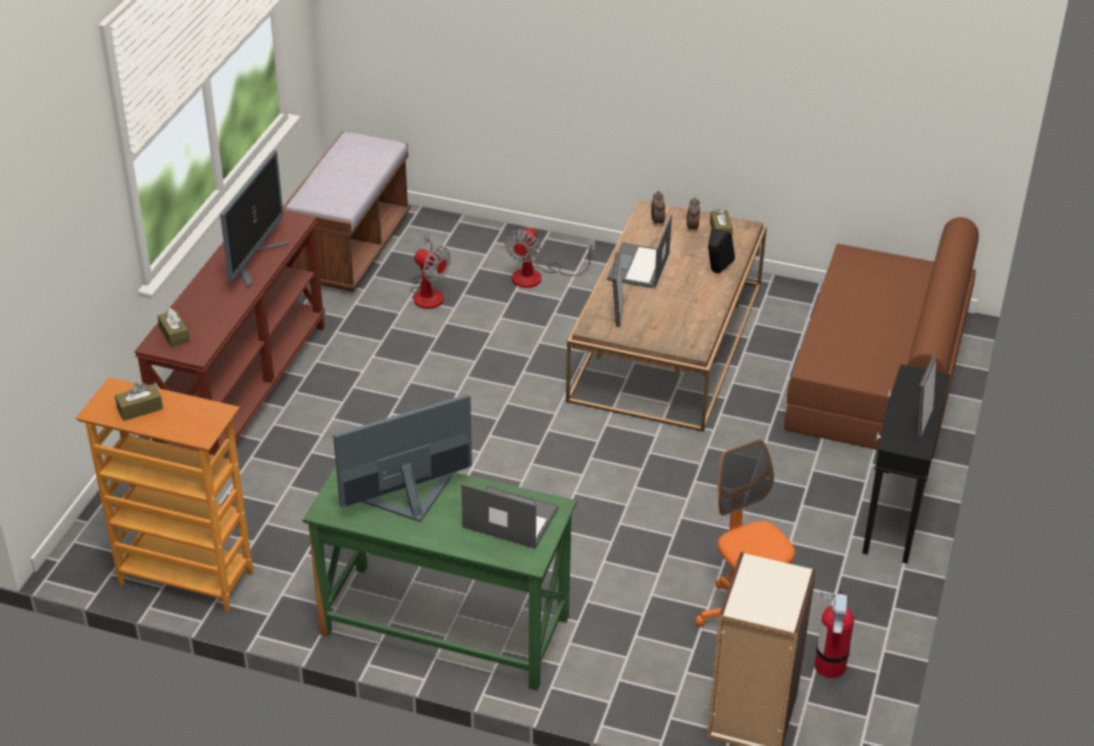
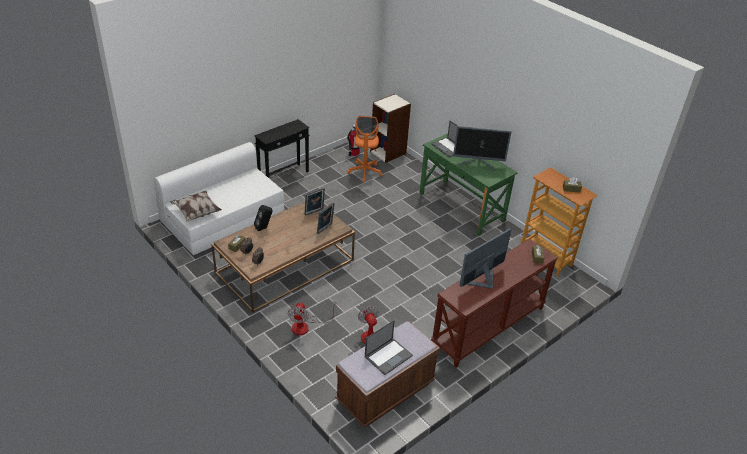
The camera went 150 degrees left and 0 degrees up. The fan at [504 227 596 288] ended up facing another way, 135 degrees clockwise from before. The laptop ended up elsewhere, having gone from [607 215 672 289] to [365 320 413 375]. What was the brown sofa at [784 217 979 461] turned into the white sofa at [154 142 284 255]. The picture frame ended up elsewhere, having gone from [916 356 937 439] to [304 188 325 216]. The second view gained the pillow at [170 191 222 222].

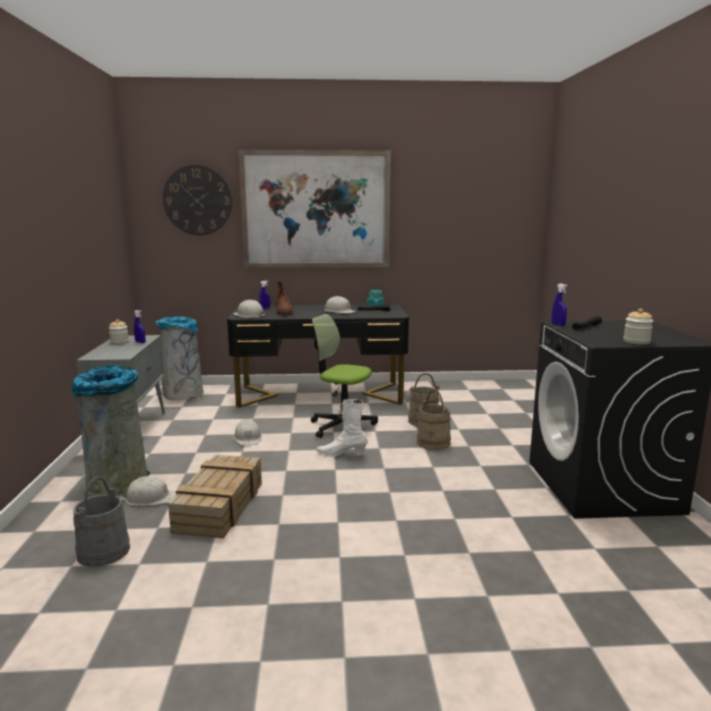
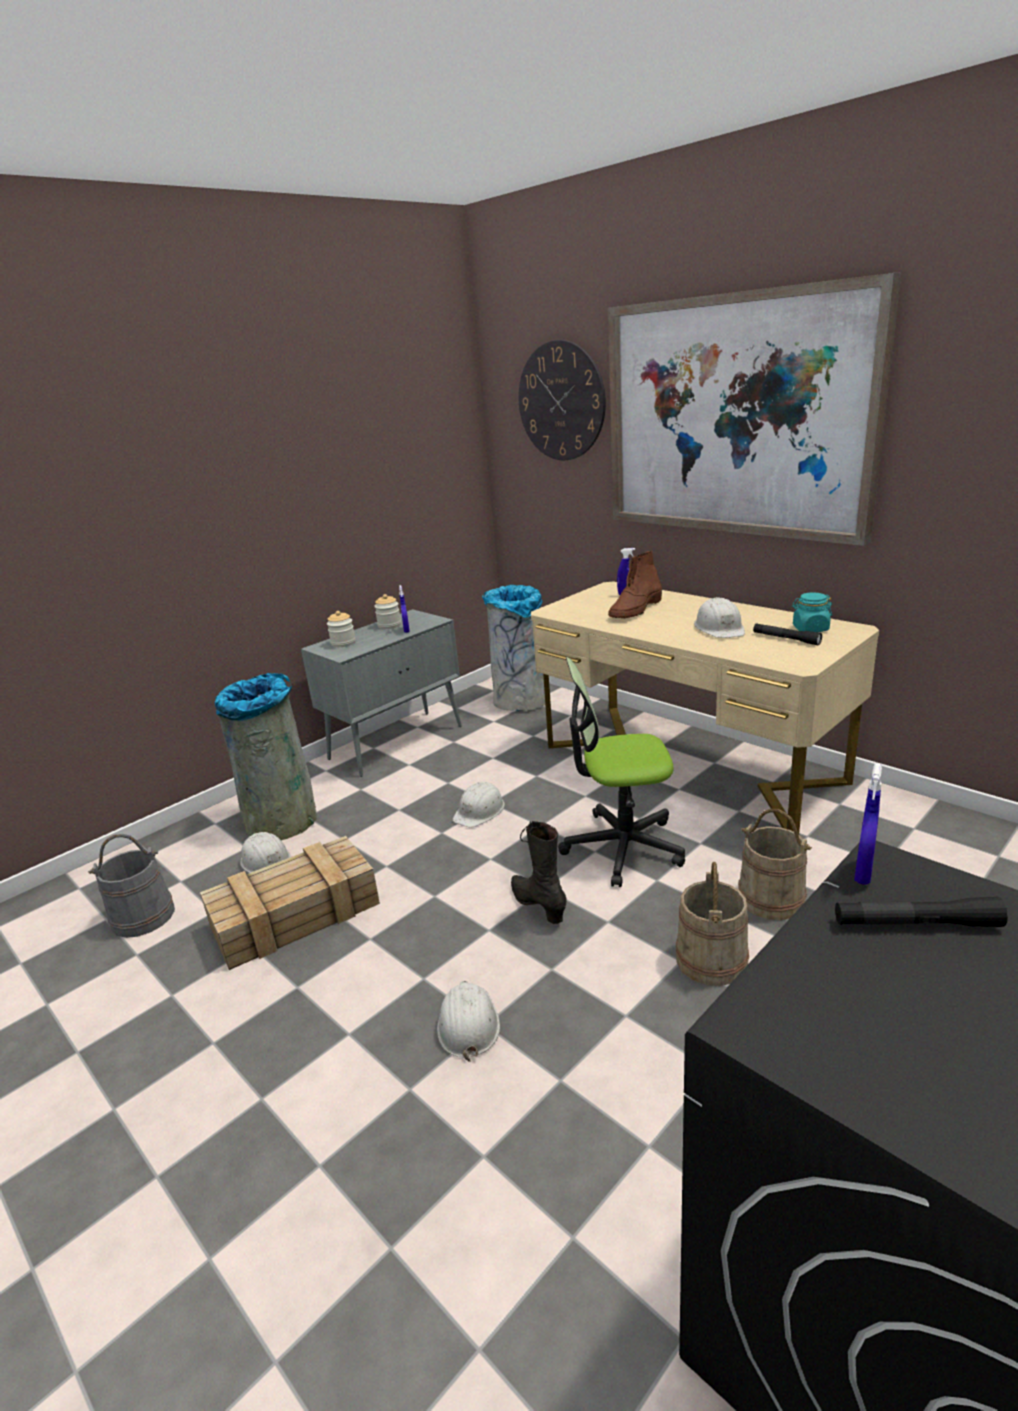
The camera went 50 degrees right and 10 degrees up. What was the black desk at [227 304 409 408] turned into the beige desk at [531 582 879 834]. The white hard hat ended up elsewhere, having gone from [233 300 265 318] to [437 981 500 1062]. The office chair at [311 314 378 438] ended up facing another way, 75 degrees counterclockwise from before. What was the white boot at [316 399 368 457] turned into the black boot at [511 821 567 924]. The jar ended up elsewhere, having gone from [623 309 653 345] to [327 611 356 647].

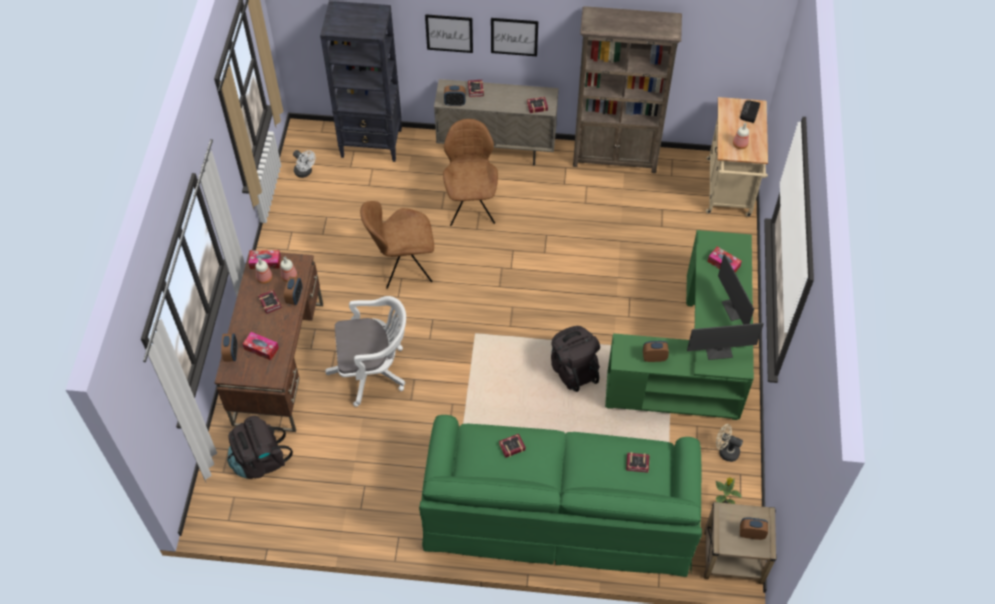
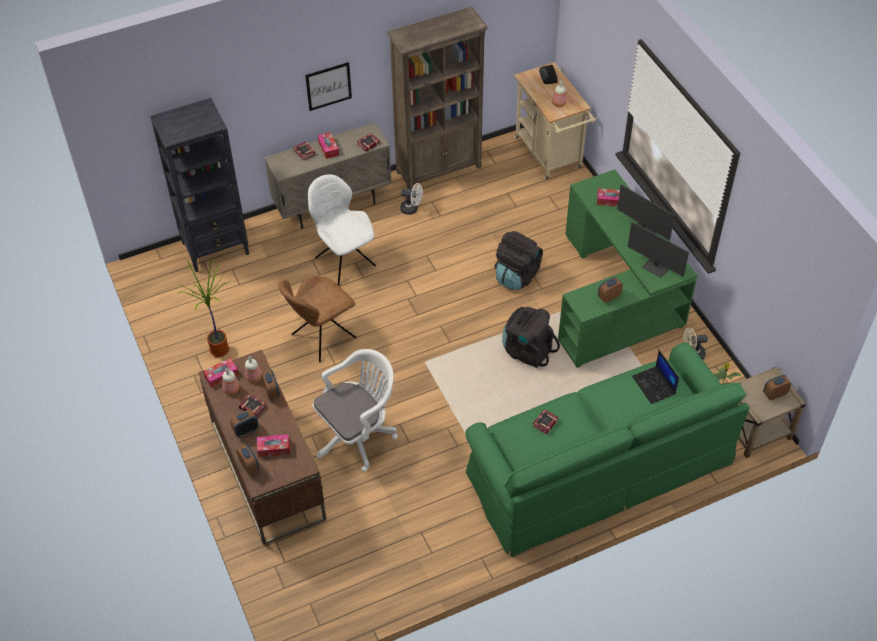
The camera went 30 degrees left and 5 degrees down. The black backpack ended up elsewhere, having gone from [227 416 293 479] to [495 231 543 290]. The white fan ended up elsewhere, having gone from [293 150 316 178] to [400 183 423 215]. The second view lost the picture at [425 14 473 53]. What was the brown chair at [443 119 498 226] turned into the white chair at [308 174 376 285]. The alarm clock ended up elsewhere, having gone from [444 85 466 106] to [230 409 259 437]. Where the book stood at [626 452 649 473], the laptop came to stand at [632 351 679 404]. The monitor at [687 323 764 360] ended up facing another way, 75 degrees clockwise from before. The second view gained the potted plant at [178 258 230 357]. The second view gained the tissue box at [317 132 339 159].

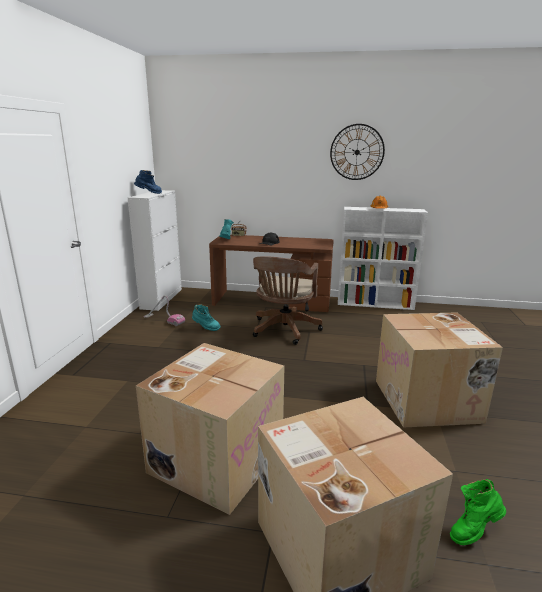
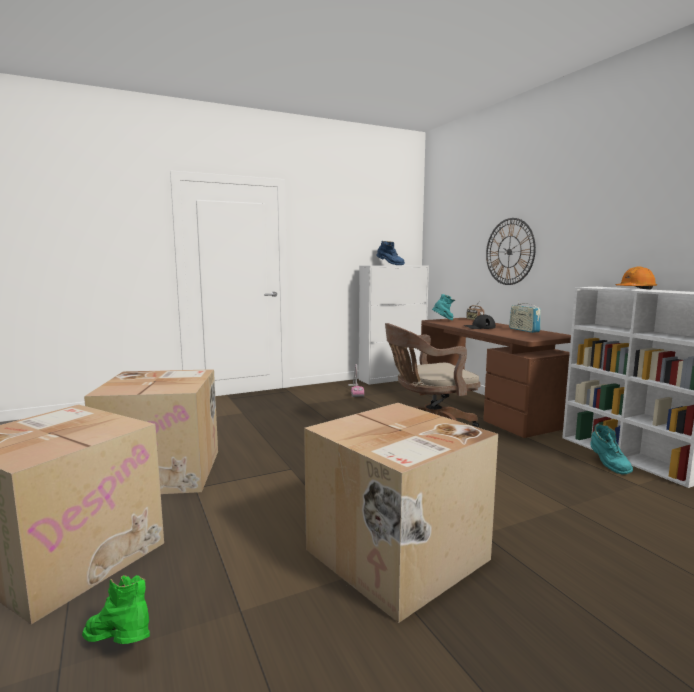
The camera went 55 degrees right and 10 degrees down. The turquoise boot ended up elsewhere, having gone from [192 304 221 331] to [590 424 633 475]. The wall clock ended up elsewhere, having gone from [330 124 385 180] to [486 218 536 285]. The second view gained the radio at [509 300 541 333].

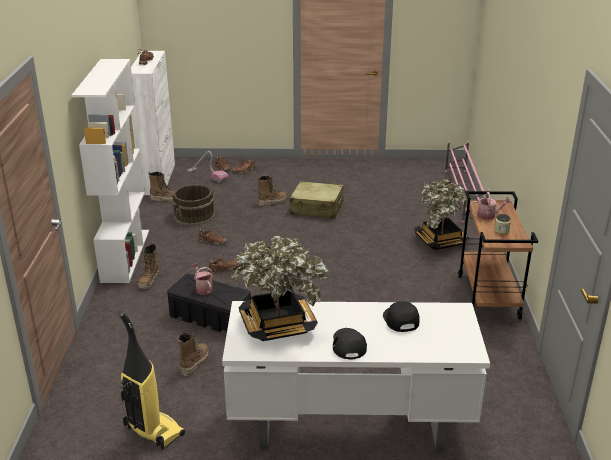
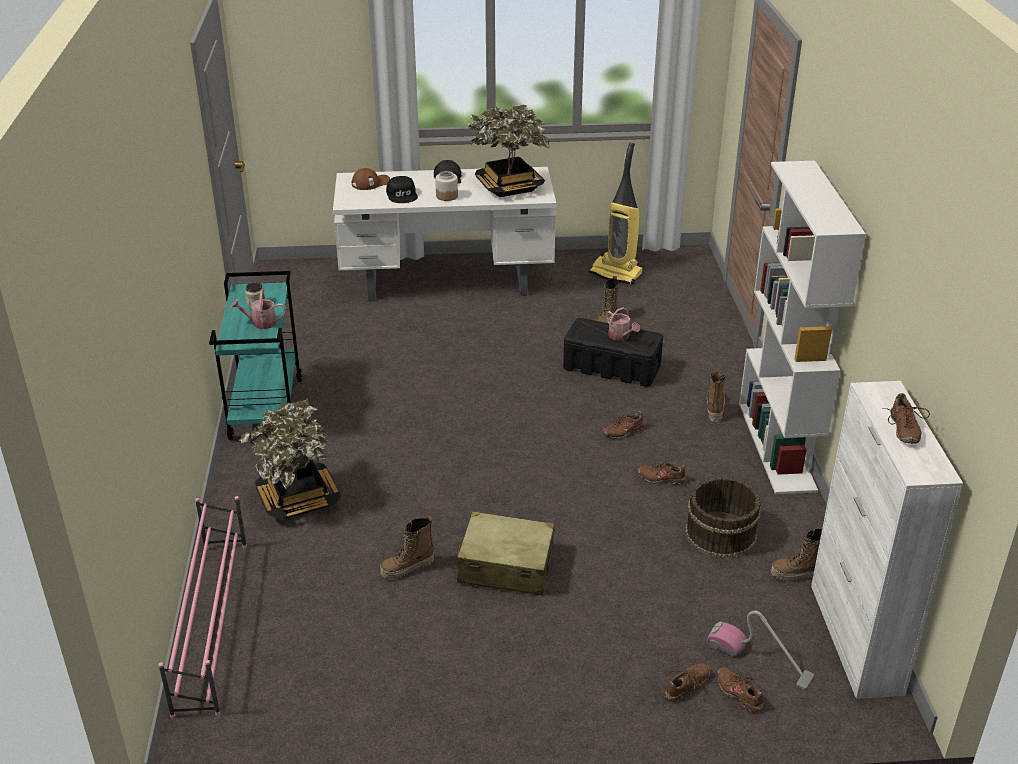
The camera went 175 degrees right and 5 degrees up. The boot ended up elsewhere, having gone from [258 176 287 206] to [380 516 434 579]. What was the brown cart at [458 191 538 319] turned into the turquoise cart at [209 271 302 440]. The second view gained the brown cap at [352 168 390 190]. The second view gained the jar at [435 171 458 201].

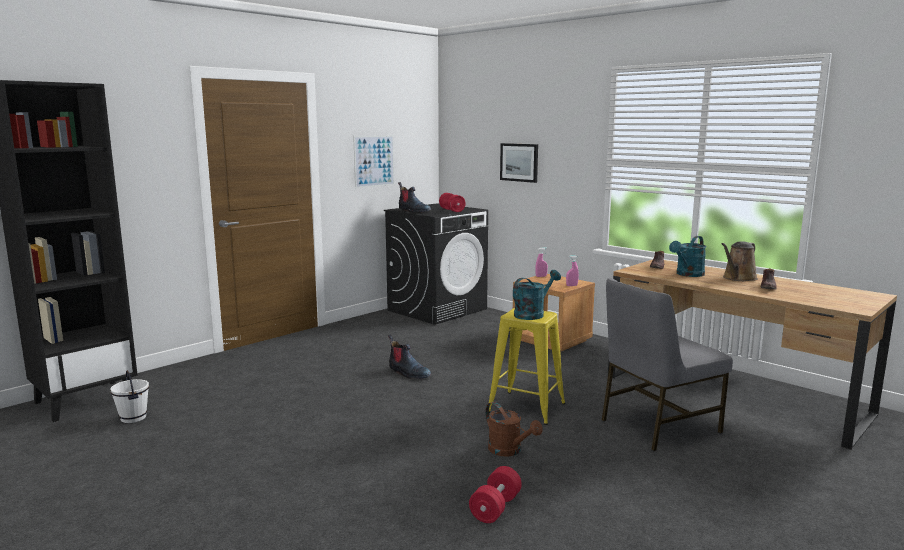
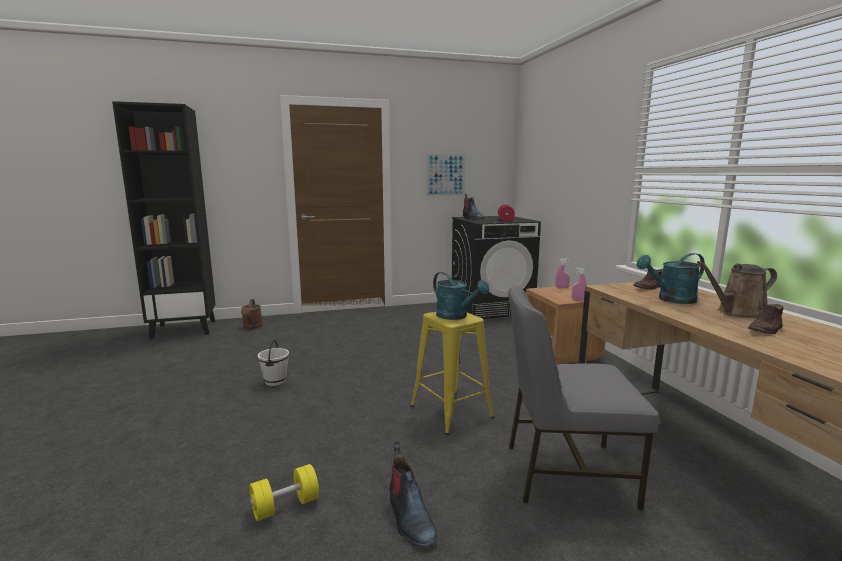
The camera went 30 degrees right and 0 degrees up. The white bucket ended up elsewhere, having gone from [110 370 149 423] to [258 340 289 386]. The boot ended up elsewhere, having gone from [388 334 432 379] to [389 442 438 547]. What was the red dumbbell at [469 466 522 523] turned into the yellow dumbbell at [249 464 319 521]. The brown watering can ended up elsewhere, having gone from [485 402 543 457] to [241 299 263 329]. The second view lost the picture at [500 143 538 183]. The turquoise watering can at [513 270 561 320] ended up facing another way, 60 degrees clockwise from before.

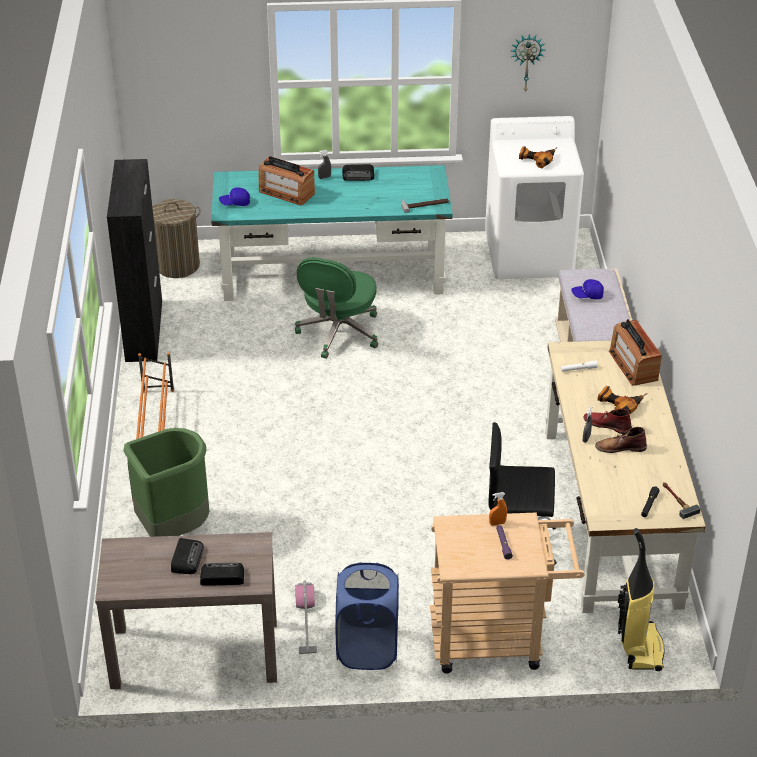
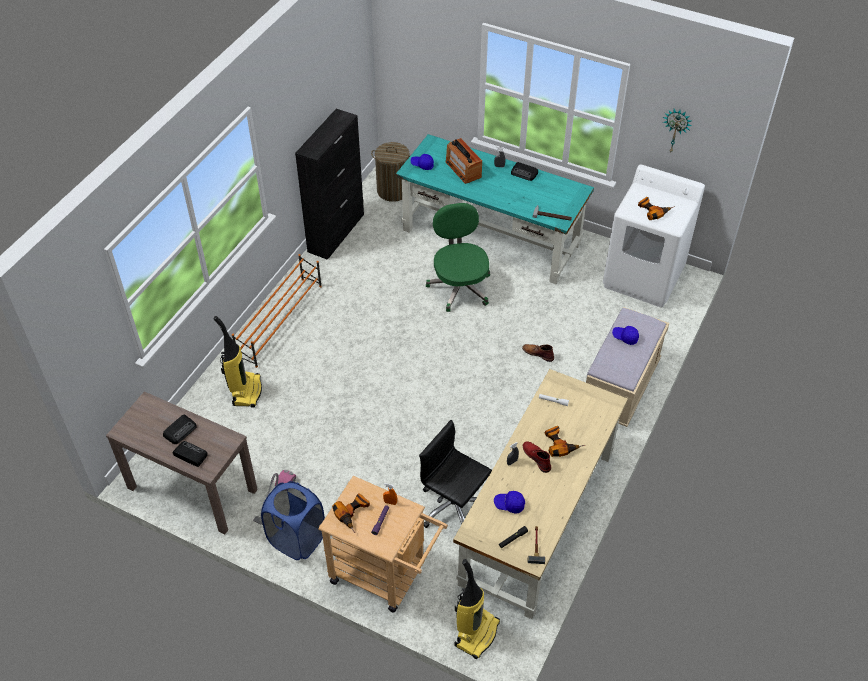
The camera went 30 degrees right and 10 degrees up. Where the green trash can stood at [124 428 209 537], the vacuum cleaner came to stand at [214 316 262 408]. The green office chair at [295 257 378 359] ended up facing another way, 120 degrees clockwise from before. The brown boot ended up elsewhere, having gone from [595 427 647 453] to [522 344 554 362]. The second view lost the radio at [609 319 662 386]. The second view gained the power drill at [332 493 370 533]. The second view gained the blue cap at [494 491 525 513].

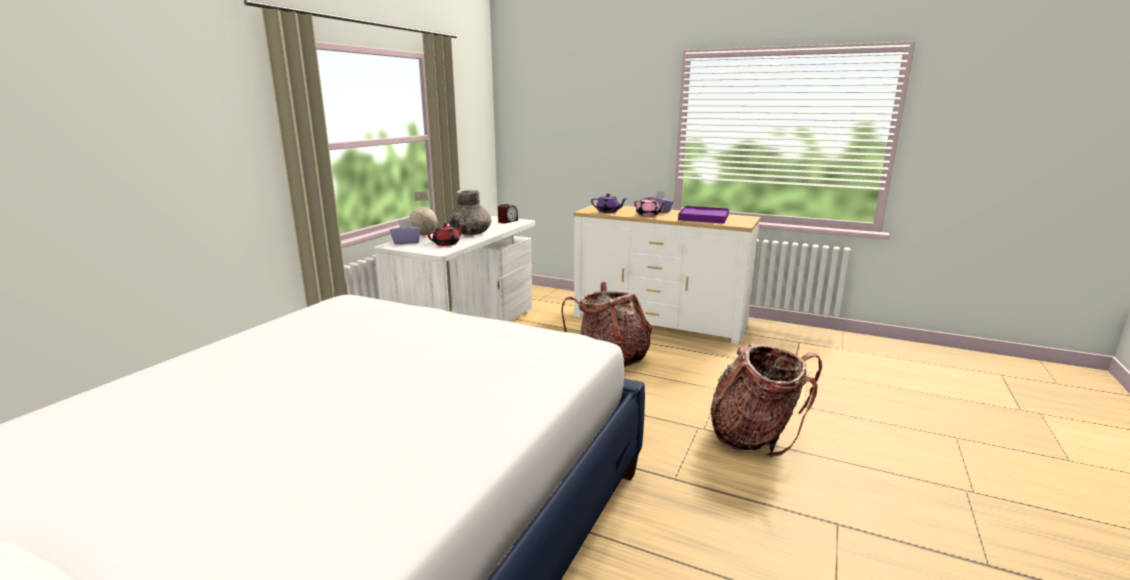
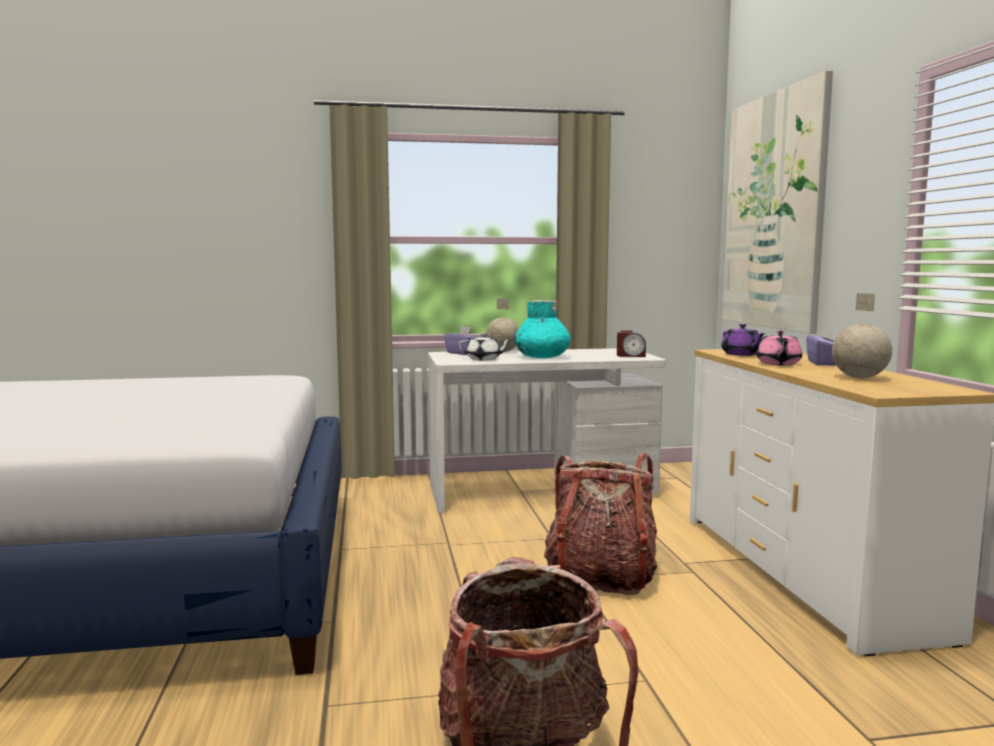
The camera went 55 degrees right and 10 degrees down. What was the red teapot at [428 223 464 246] turned into the white teapot at [459 333 512 360]. What was the grey vase at [448 190 491 235] turned into the turquoise vase at [514 300 571 358]. Where the purple tray stood at [678 206 729 224], the globe came to stand at [832 293 892 378]. The second view gained the picture at [722 70 833 334].

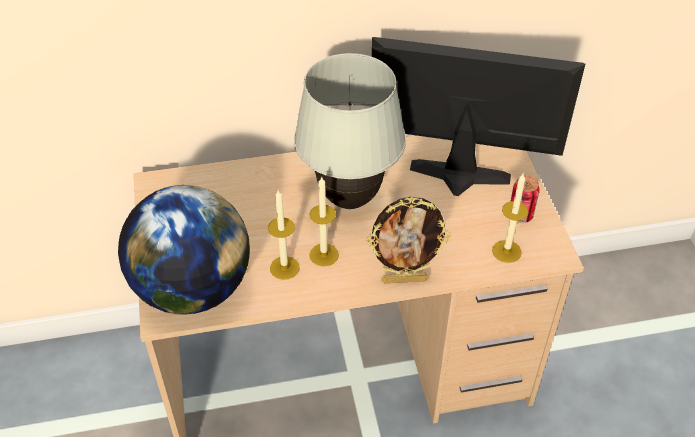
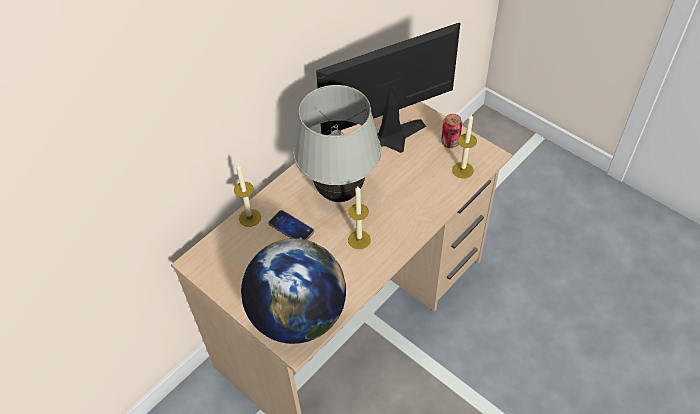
The camera went 35 degrees left and 5 degrees up. The candle ended up elsewhere, having gone from [268 190 300 280] to [234 164 261 227]. The second view lost the picture frame at [366 196 451 283]. The second view gained the phone at [268 210 314 240].

